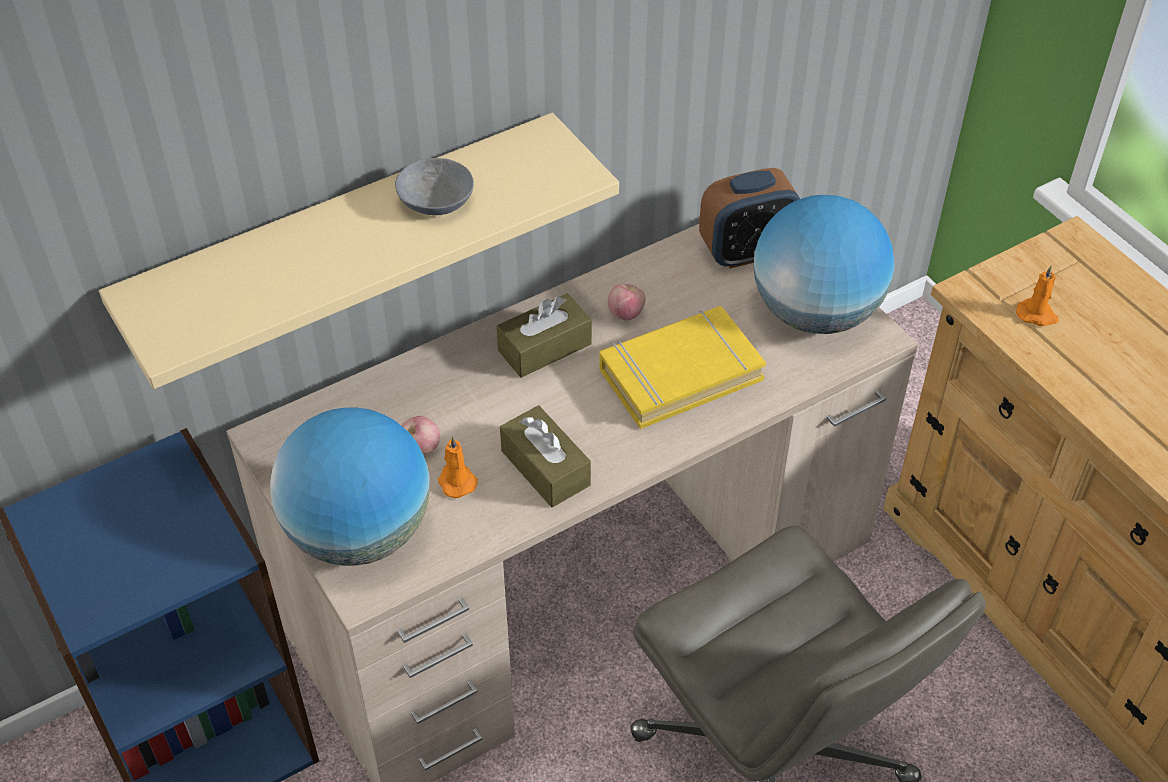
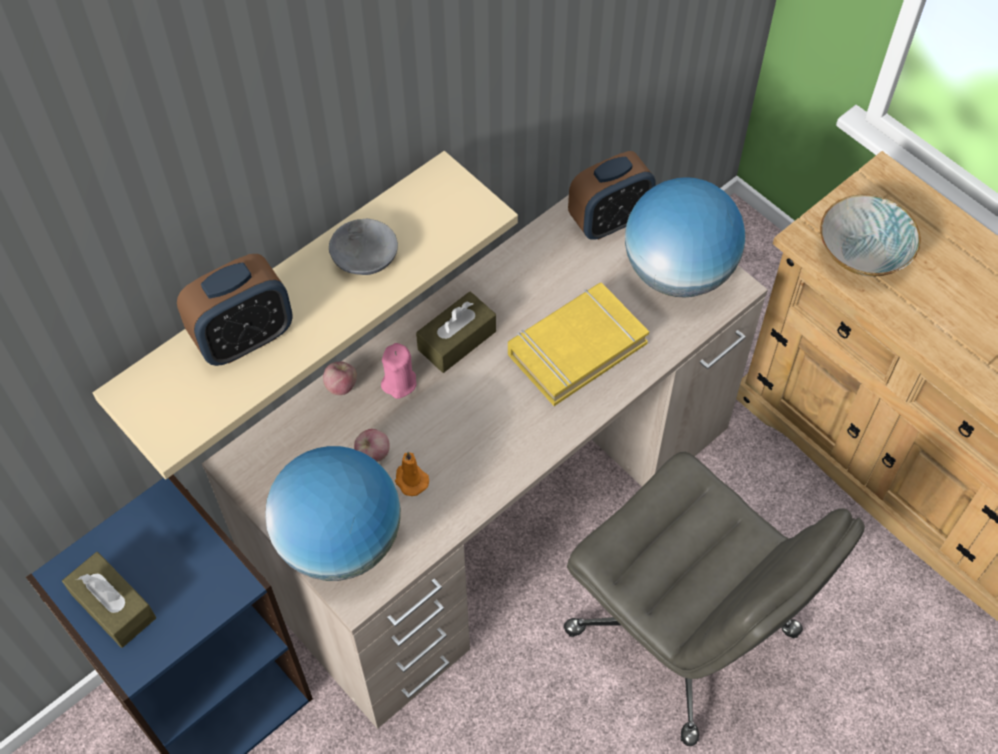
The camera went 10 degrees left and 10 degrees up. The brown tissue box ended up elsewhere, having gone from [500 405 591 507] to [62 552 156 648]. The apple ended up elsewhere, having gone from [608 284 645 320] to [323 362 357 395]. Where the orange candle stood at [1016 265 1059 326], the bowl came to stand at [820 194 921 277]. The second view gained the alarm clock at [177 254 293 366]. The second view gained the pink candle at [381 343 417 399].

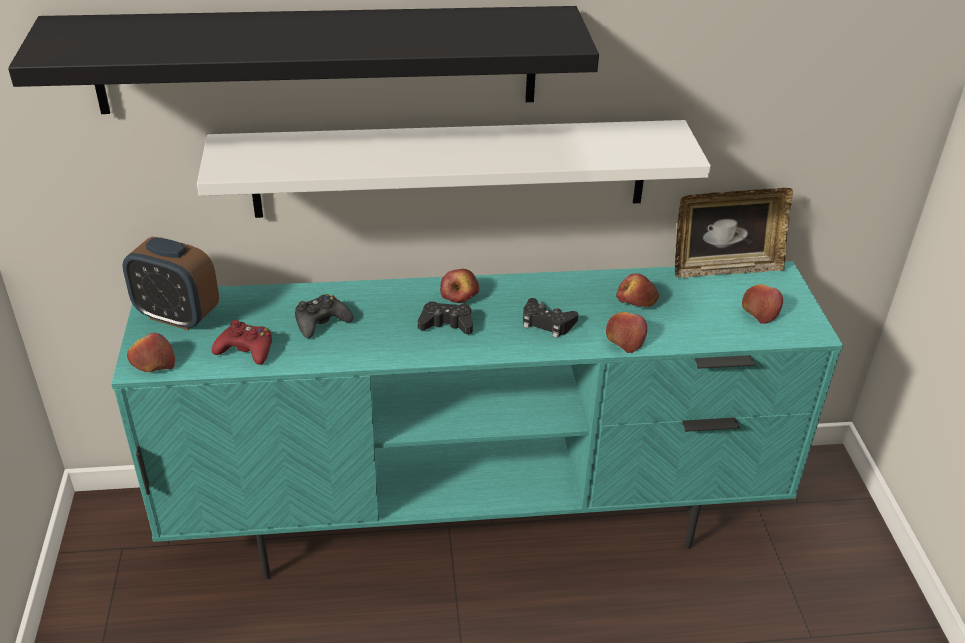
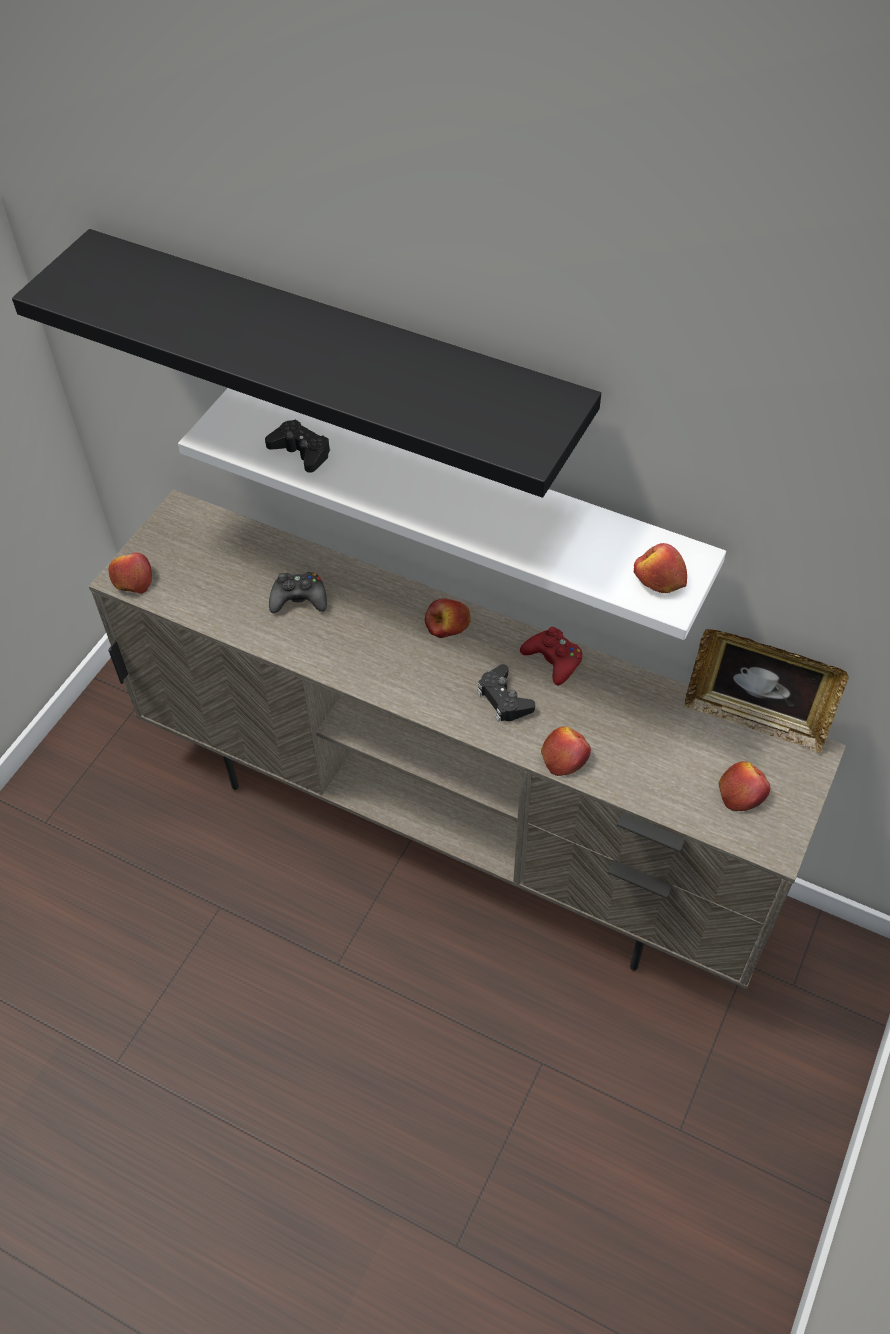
The camera went 35 degrees right and 15 degrees up. What was the turquoise tv stand at [111 261 843 579] turned into the beige tv stand at [89 489 846 989]. The second view lost the alarm clock at [123 237 219 330]. The red game controller ended up elsewhere, having gone from [212 320 272 365] to [520 627 583 685]. The black game controller ended up elsewhere, having gone from [418 301 473 334] to [265 420 331 473]. The apple ended up elsewhere, having gone from [616 273 659 307] to [634 543 687 593].

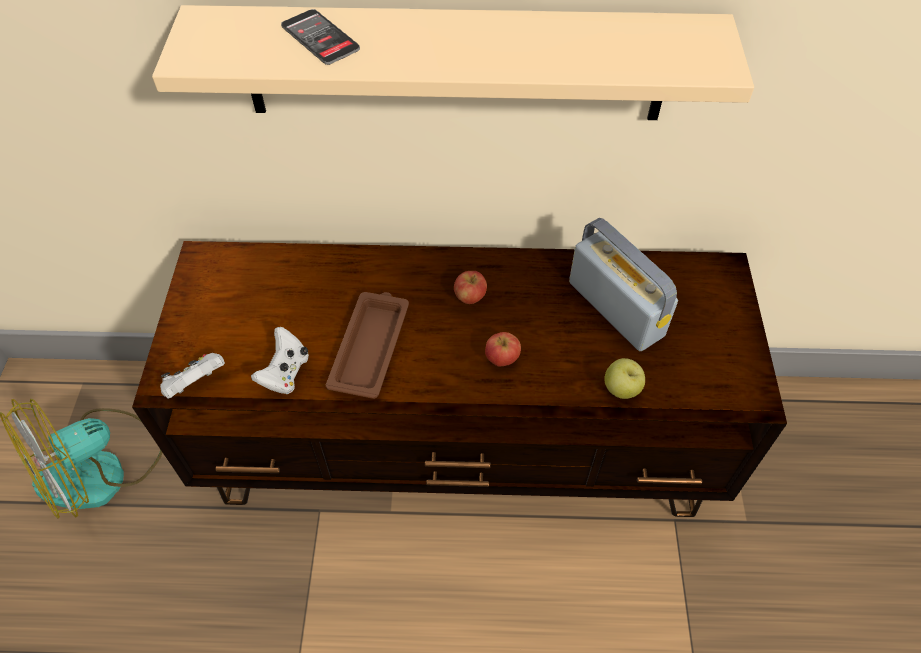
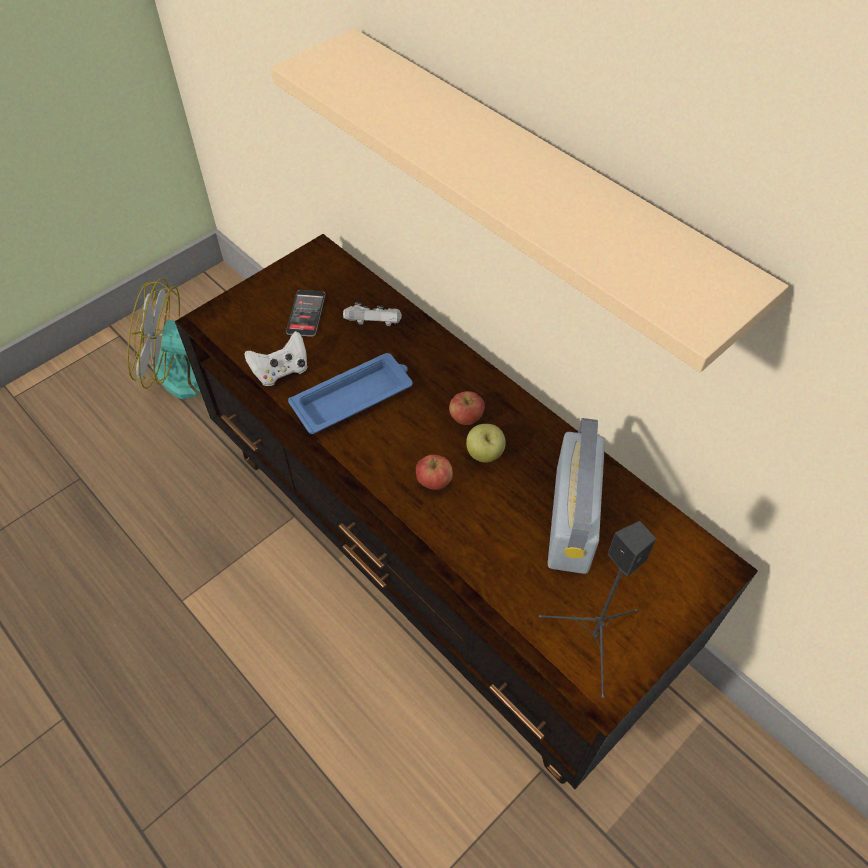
The camera went 45 degrees right and 0 degrees up. The white game controller ended up elsewhere, having gone from [160 353 225 399] to [343 302 402 326]. The phone ended up elsewhere, having gone from [281 9 360 65] to [286 290 326 337]. What was the brown tray at [326 292 409 399] turned into the blue tray at [288 353 413 434]. The apple ended up elsewhere, having gone from [604 358 645 399] to [466 424 506 463]. The second view gained the black speaker at [538 521 656 698].

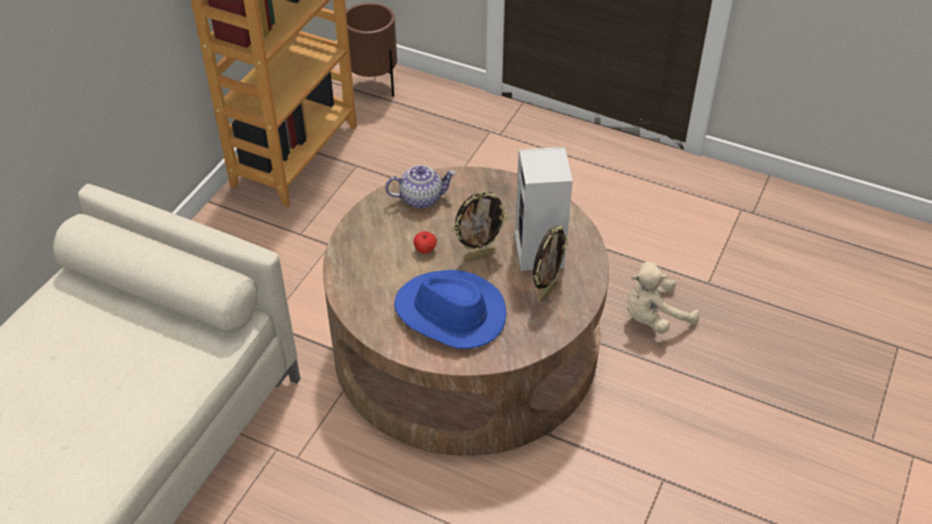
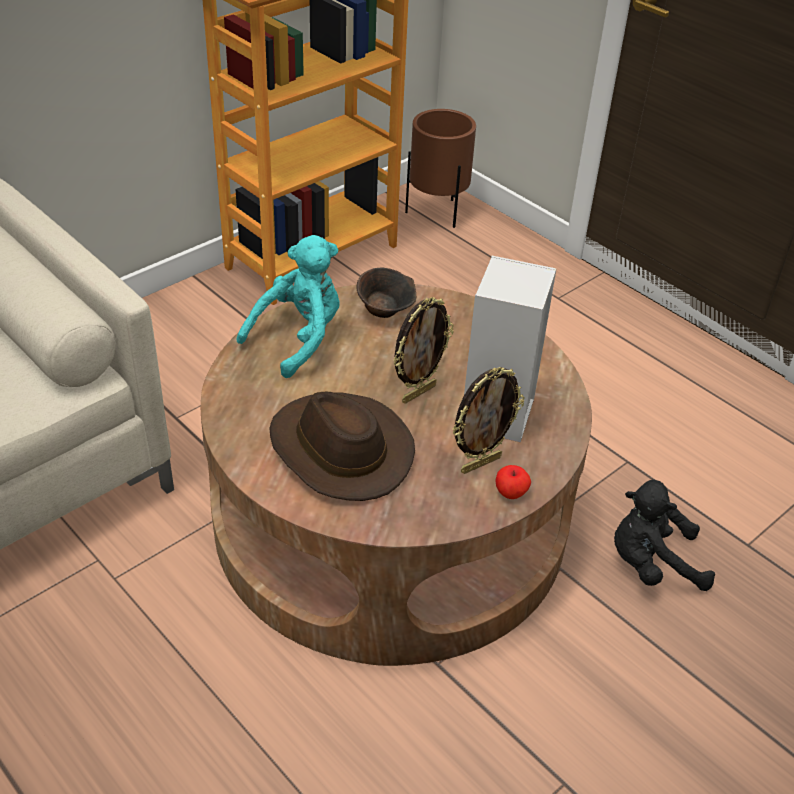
The camera went 20 degrees right and 5 degrees down. Where the teapot stood at [385 165 456 209], the brown bowl came to stand at [356 268 416 318]. What was the blue hat at [394 270 506 349] turned into the brown hat at [269 392 415 501]. The apple ended up elsewhere, having gone from [413 231 437 254] to [496 465 531 499]. The picture frame at [452 191 508 260] ended up facing another way, 45 degrees counterclockwise from before. What was the beige plush toy at [627 262 699 334] turned into the black plush toy at [614 479 715 591]. The second view gained the turquoise plush toy at [236 235 340 378].

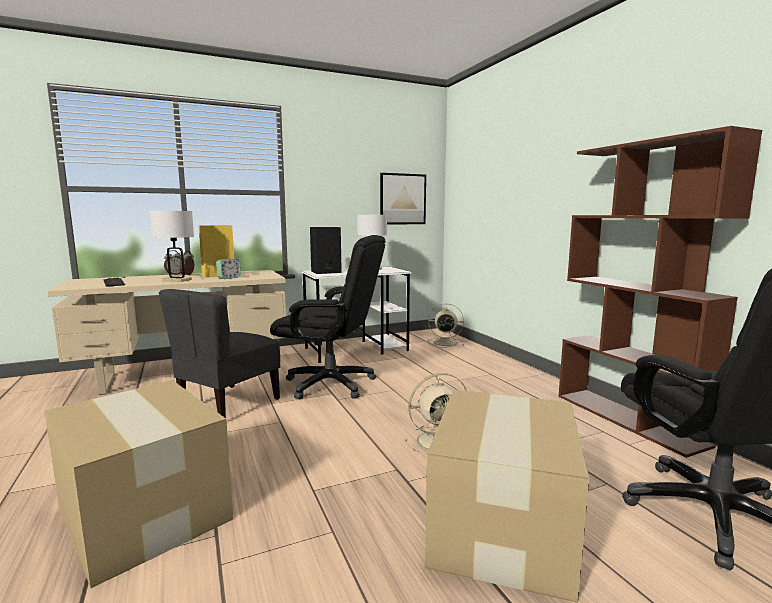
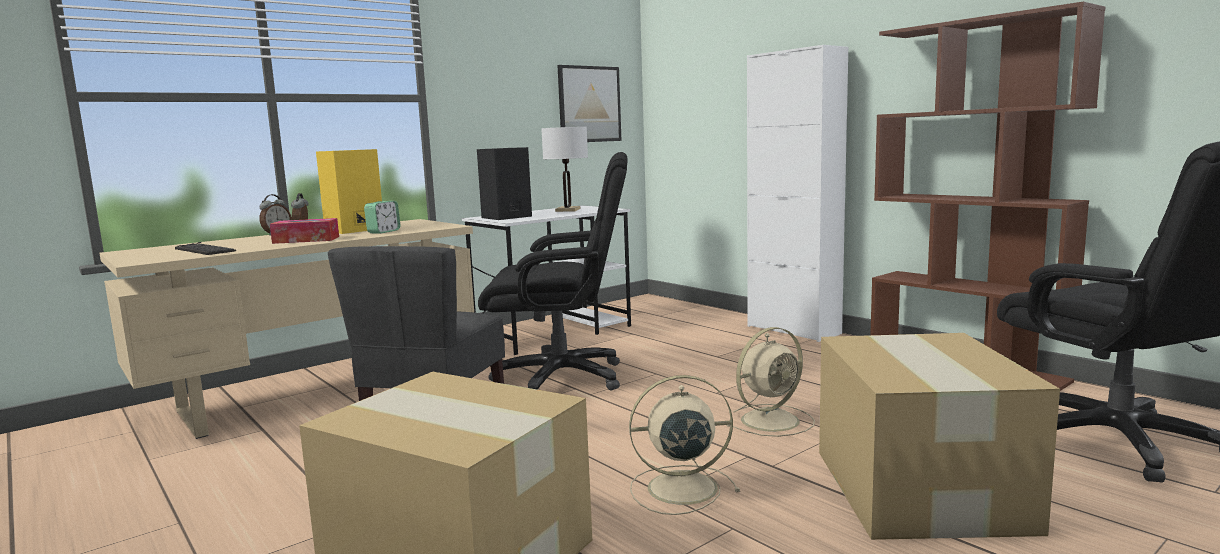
The camera went 15 degrees left and 0 degrees up. Where the white table lamp stood at [150 211 194 282], the tissue box came to stand at [270 218 339 244]. The beige fan ended up elsewhere, having gone from [428 304 464 348] to [629 375 740 515]. The second view gained the white cabinet at [747 45 848 342].

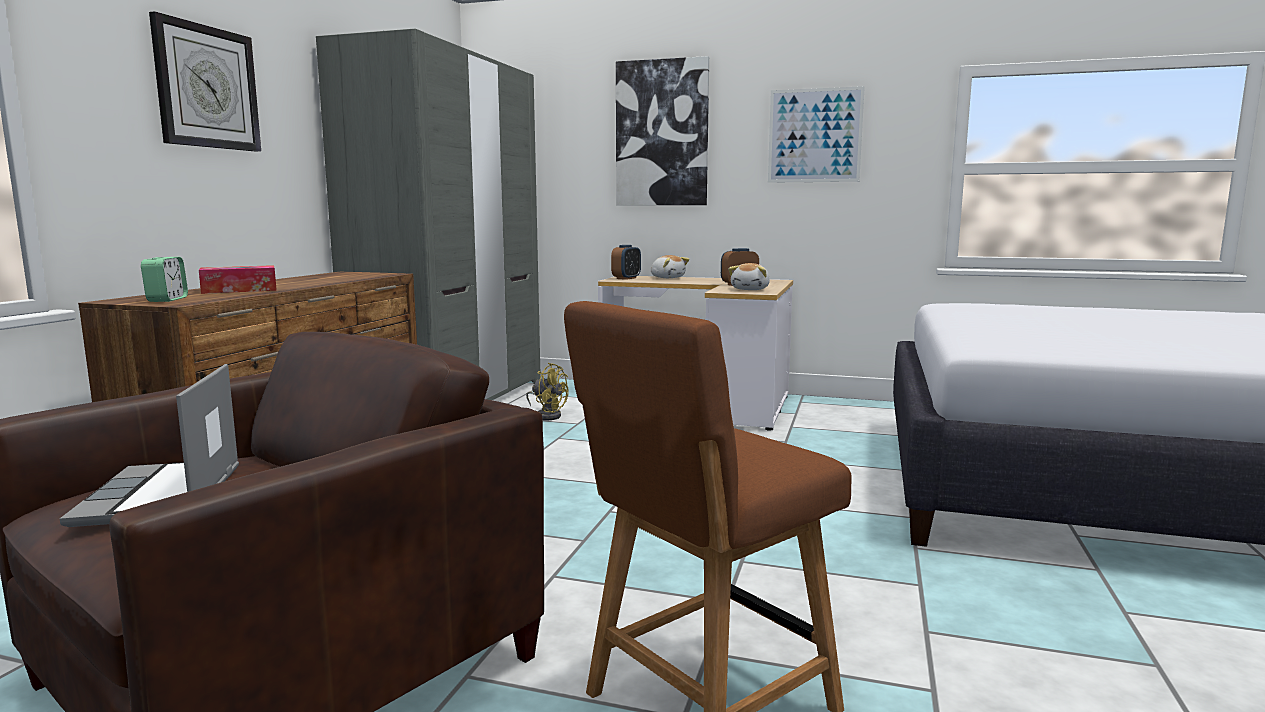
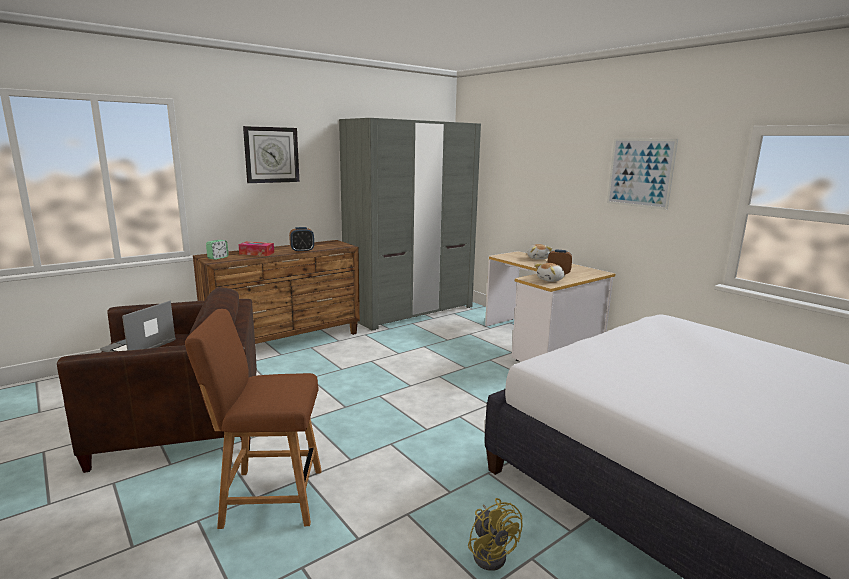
The camera went 35 degrees right and 5 degrees up. The yellow fan ended up elsewhere, having gone from [526 363 569 420] to [468 498 523 571]. The alarm clock ended up elsewhere, having gone from [611 245 641 280] to [289 227 314 252]. The second view lost the picture at [616 56 709 205].

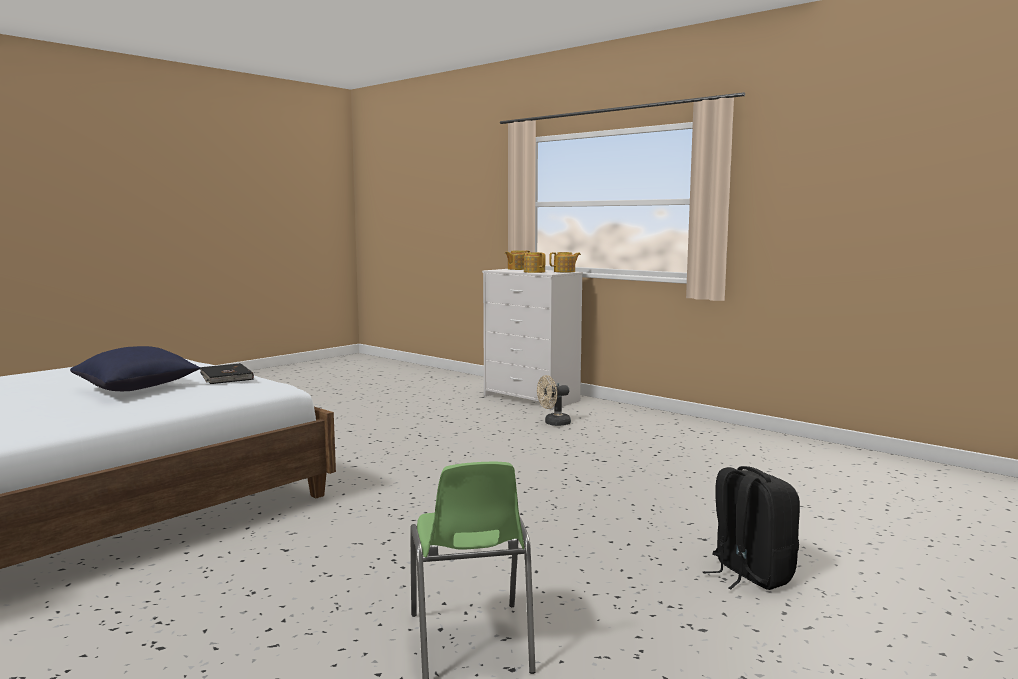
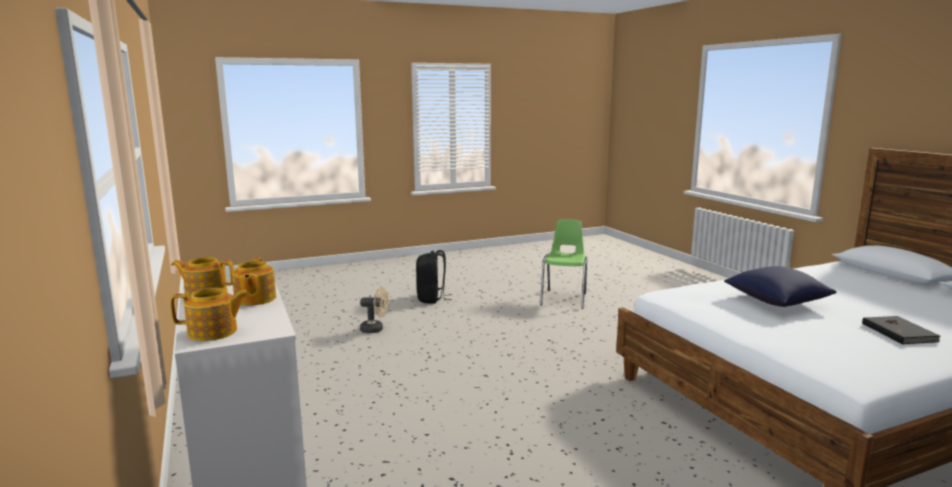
The camera went 155 degrees left and 5 degrees up. The black book ended up elsewhere, having gone from [200 363 254 384] to [862 316 941 344]. The beige fan ended up elsewhere, having gone from [537 375 571 426] to [360 287 389 333].

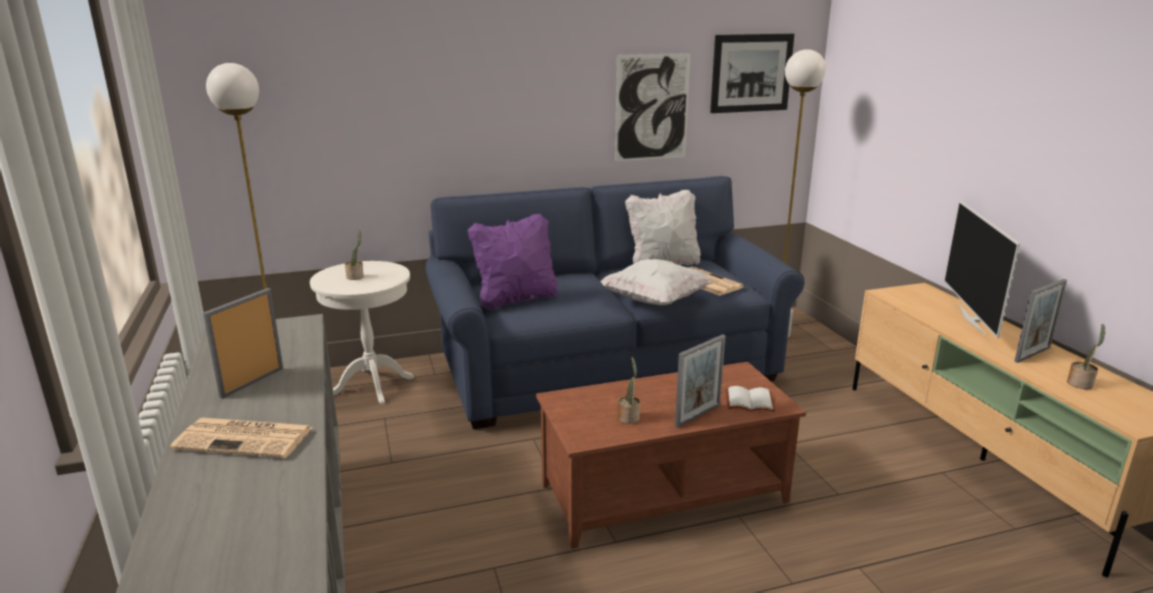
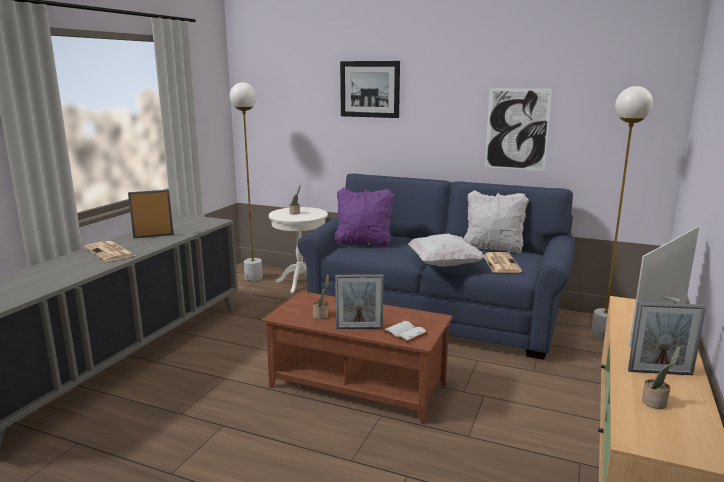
The camera went 40 degrees right and 5 degrees down. The picture ended up elsewhere, having gone from [710 34 795 113] to [340 61 400 118].

